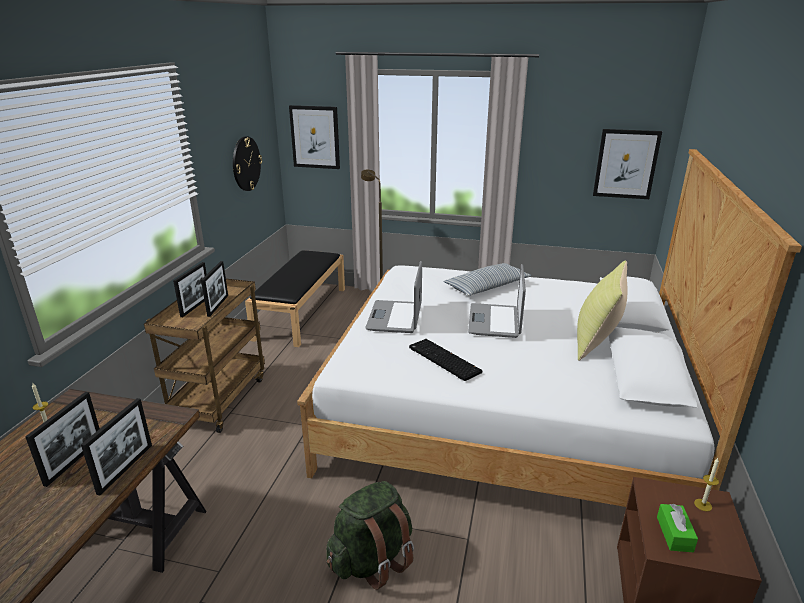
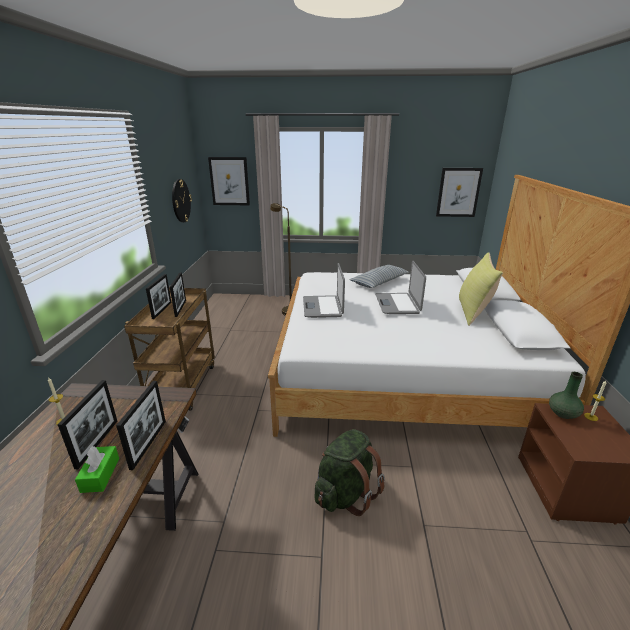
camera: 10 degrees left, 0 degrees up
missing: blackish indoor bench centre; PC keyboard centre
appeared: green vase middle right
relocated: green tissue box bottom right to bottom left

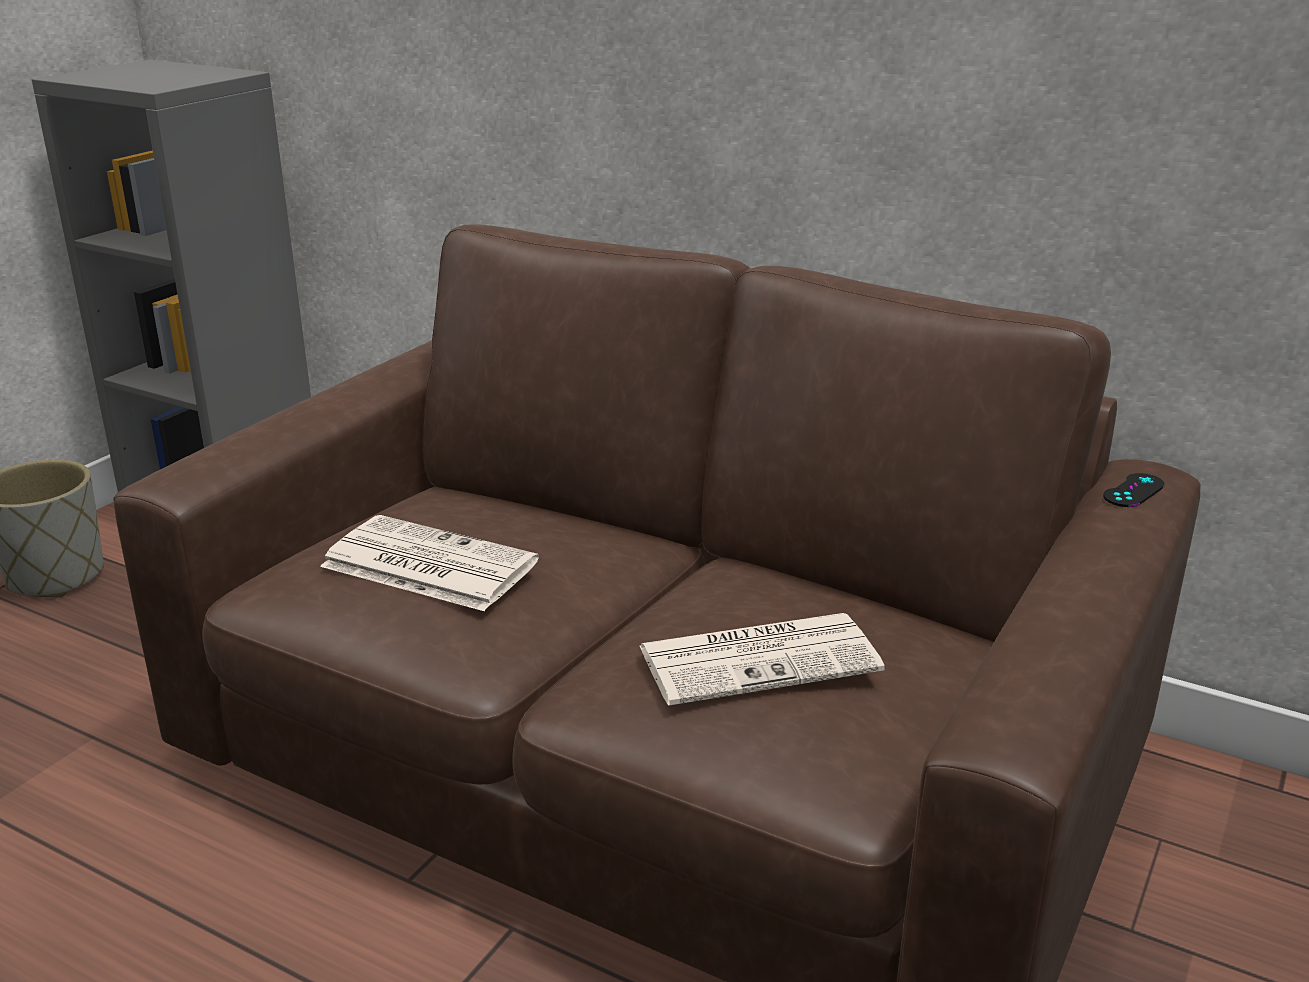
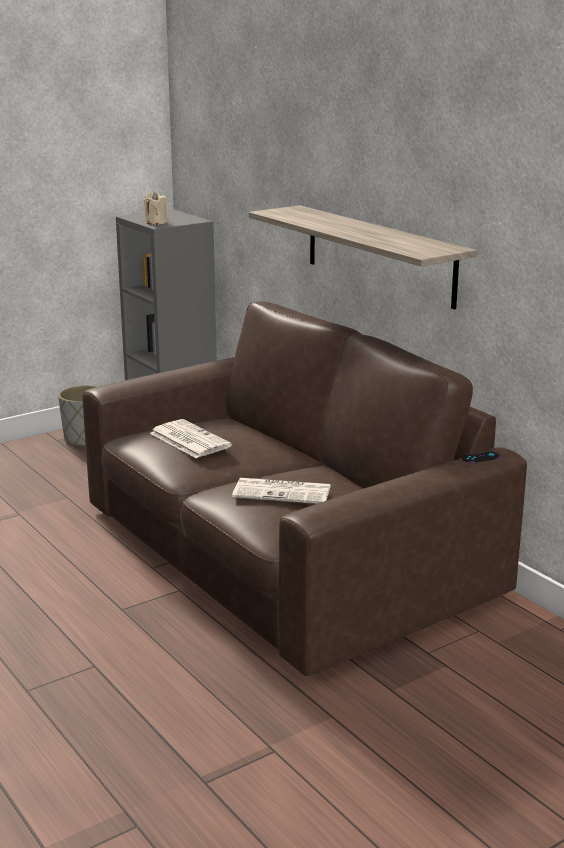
camera: 25 degrees right, 5 degrees down
appeared: beige-coloured candle top left; bracket shelf top centre

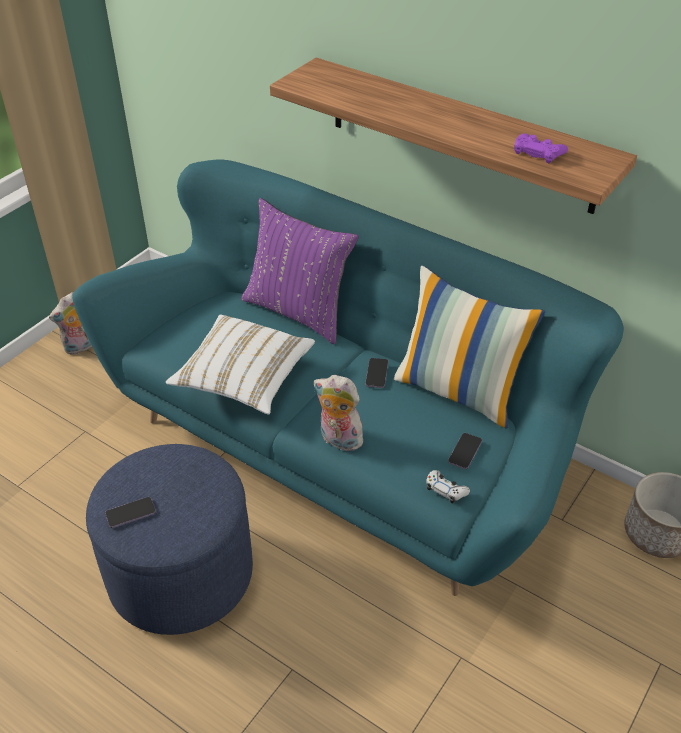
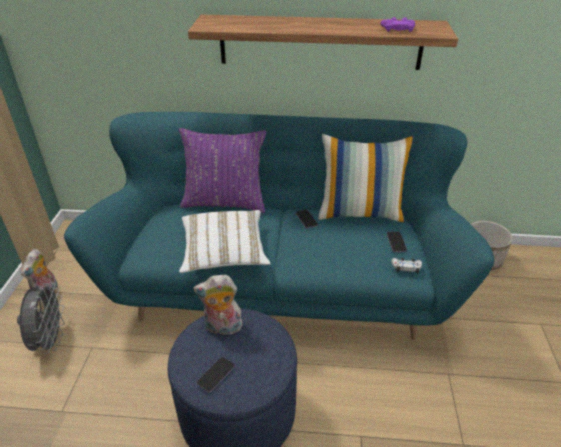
camera: 30 degrees left, 5 degrees down
appeared: grey fan bottom left
relocated: cuddly toy (no. 2 from left) centre to bottom centre

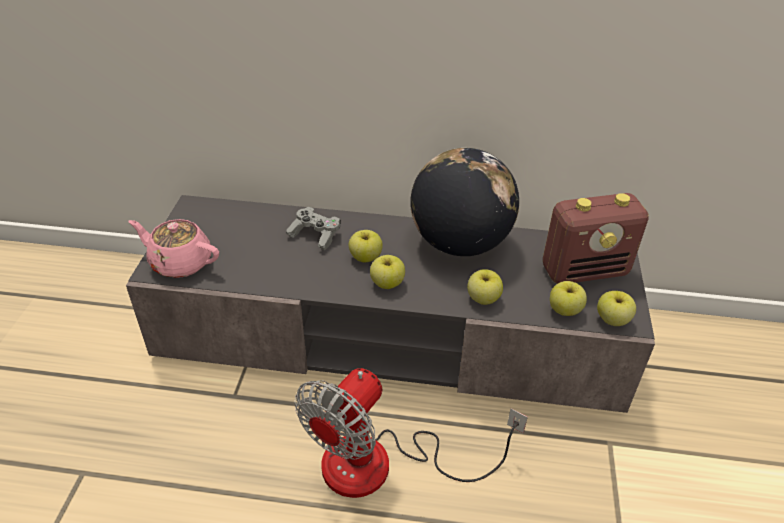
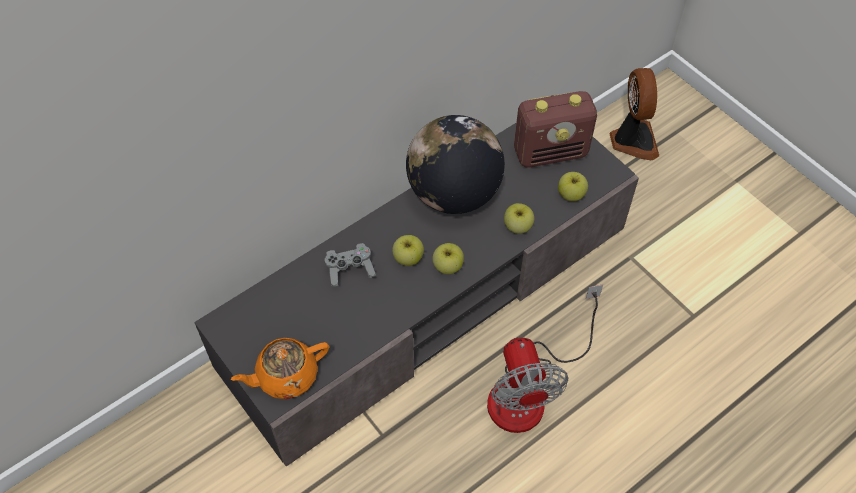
camera: 45 degrees left, 15 degrees up
missing: apple fruit (no. 5 from left) middle right
appeared: fan (no. 2 from left) top right
colour: pinkish teapot middle left to orangey teapot bottom left
spun: radio set middle right = top centre 45 degrees clockwise

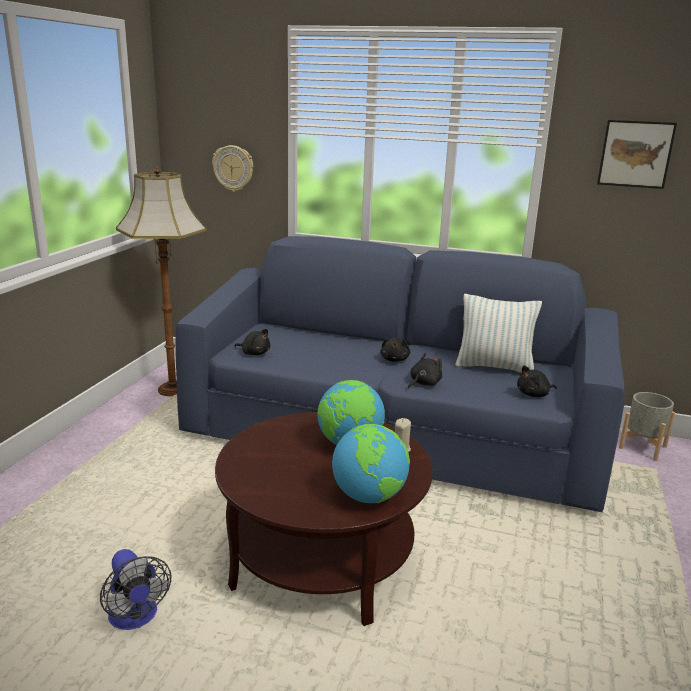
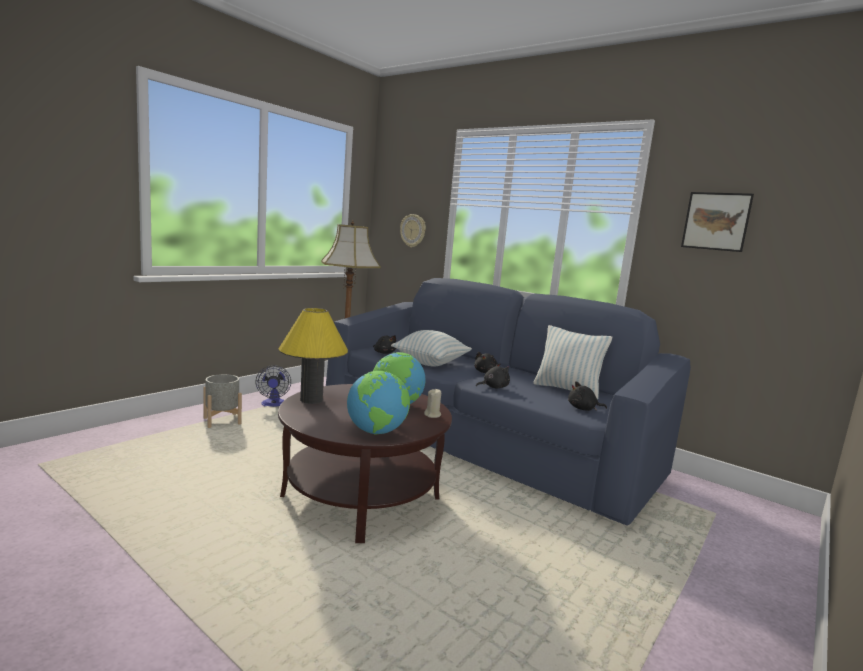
camera: 20 degrees right, 10 degrees down
appeared: yellow lamp for a table centre; throw pillow (no. 1 from left) centre
relocated: fan bottom left to middle left; grey plant pot middle right to middle left

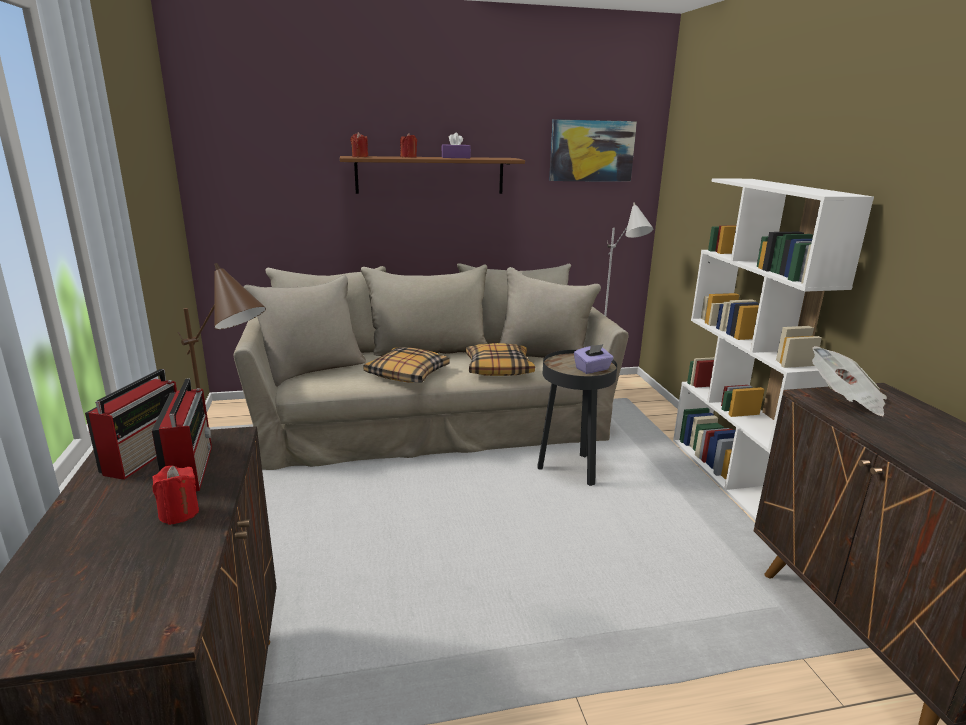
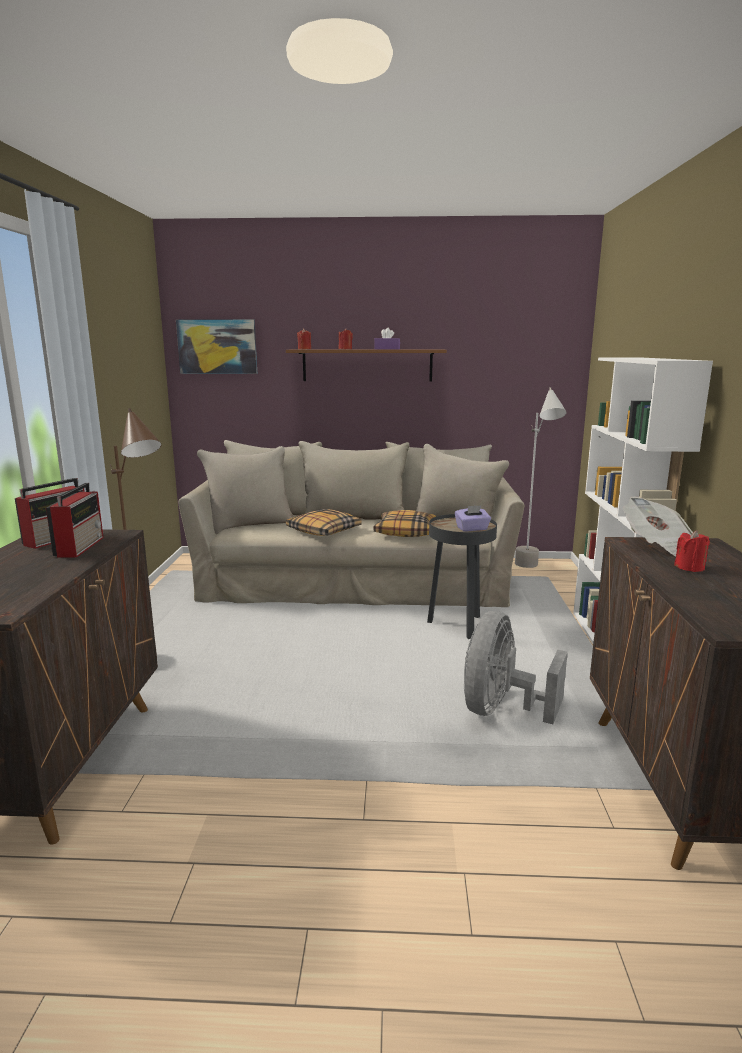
camera: 15 degrees right, 5 degrees down
appeared: grey fan middle right
relocated: red-coloured candle (no. 1 from left in the first image) bottom left to red-coloured candle (no. 3 from left) middle right; wall picture top centre to top left

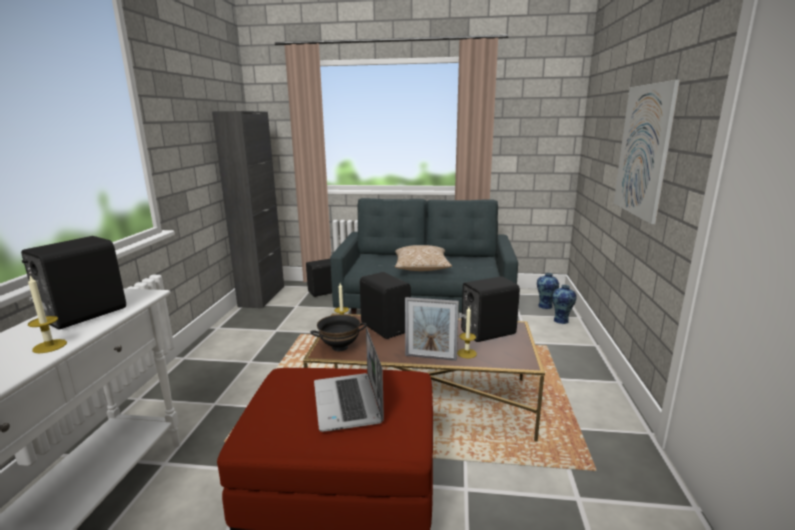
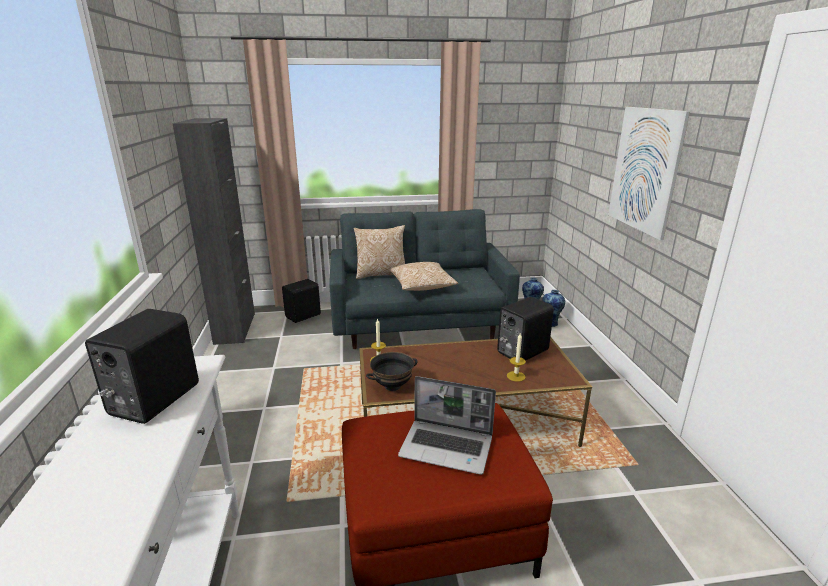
camera: 15 degrees left, 5 degrees up
missing: candle (no. 1 from left) middle left; blackish loudspeaker (no. 3 from left) centre; photo frame centre
appeared: throw pillow (no. 1 from left) centre
spun: laptop bottom centre = bottom centre 45 degrees counterclockwise

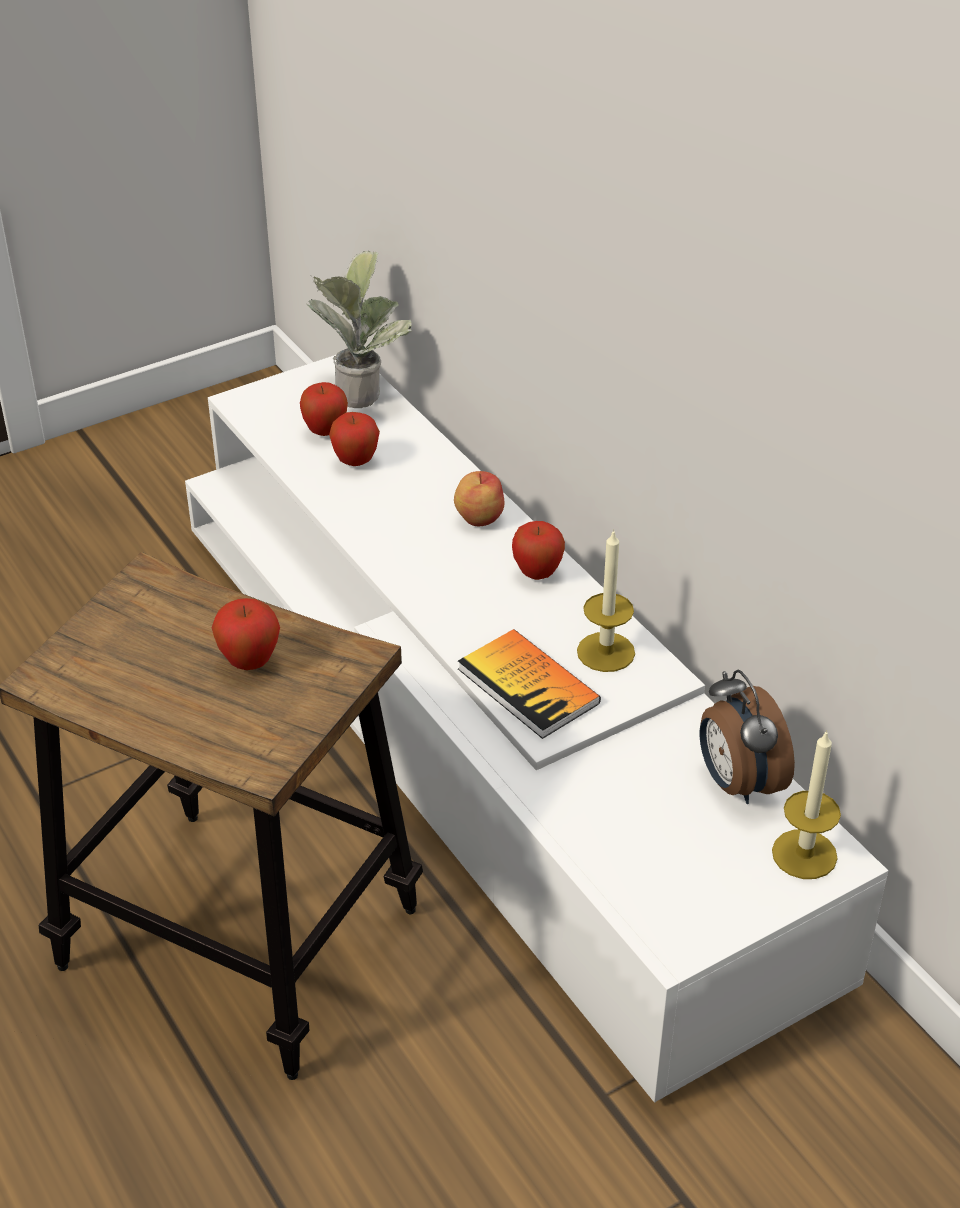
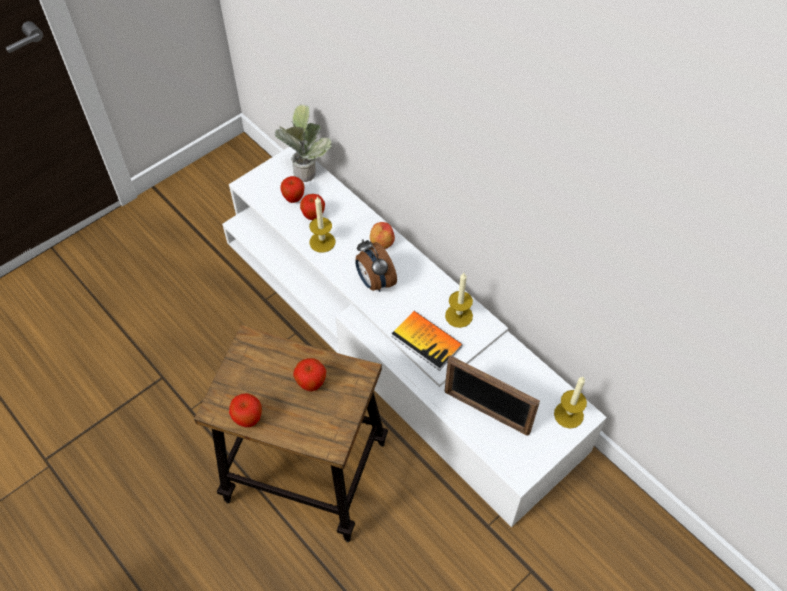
camera: 10 degrees left, 15 degrees up
appeared: candle (no. 1 from left) centre; photo frame bottom centre
relocated: apple fruit (no. 5 from left in the first image) centre to apple fruit (no. 1 from left) bottom left; alarm clock middle right to centre

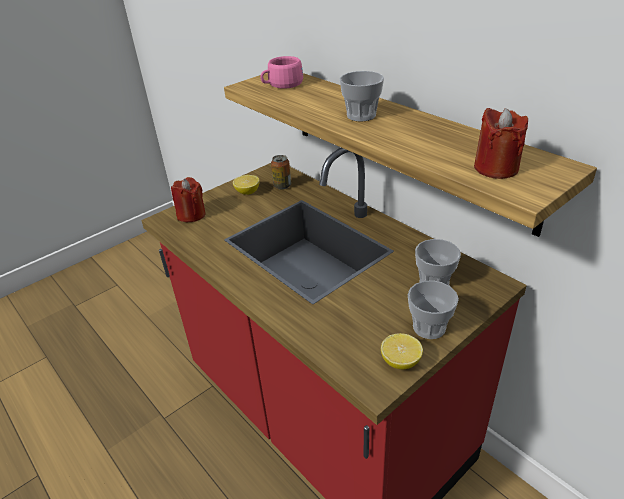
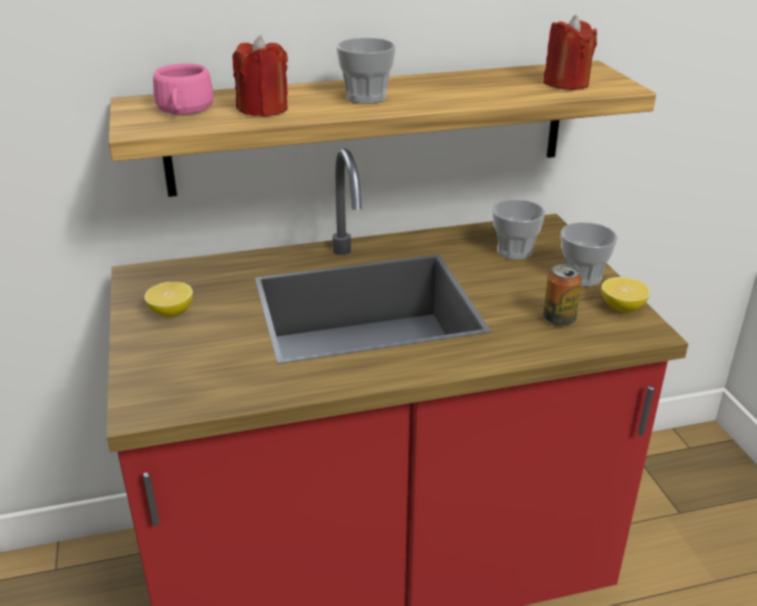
camera: 65 degrees left, 5 degrees down
relocated: red-coloured candle (no. 1 from left) middle left to top centre; metal can centre to middle right

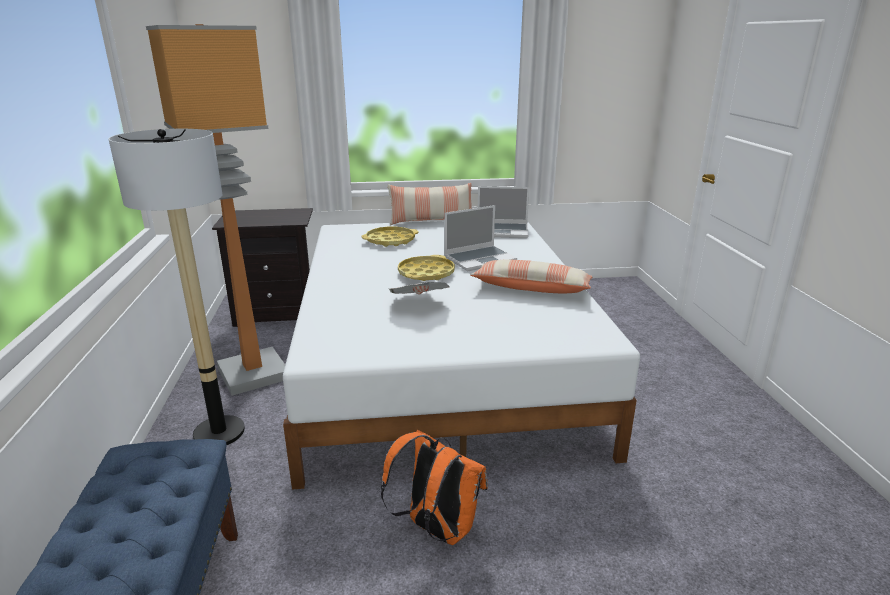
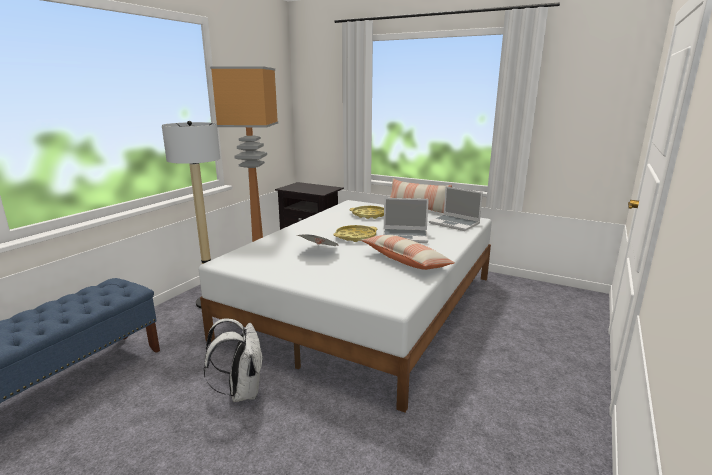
camera: 35 degrees right, 5 degrees down
colour: orangey rucksack bottom centre to white rucksack bottom left

